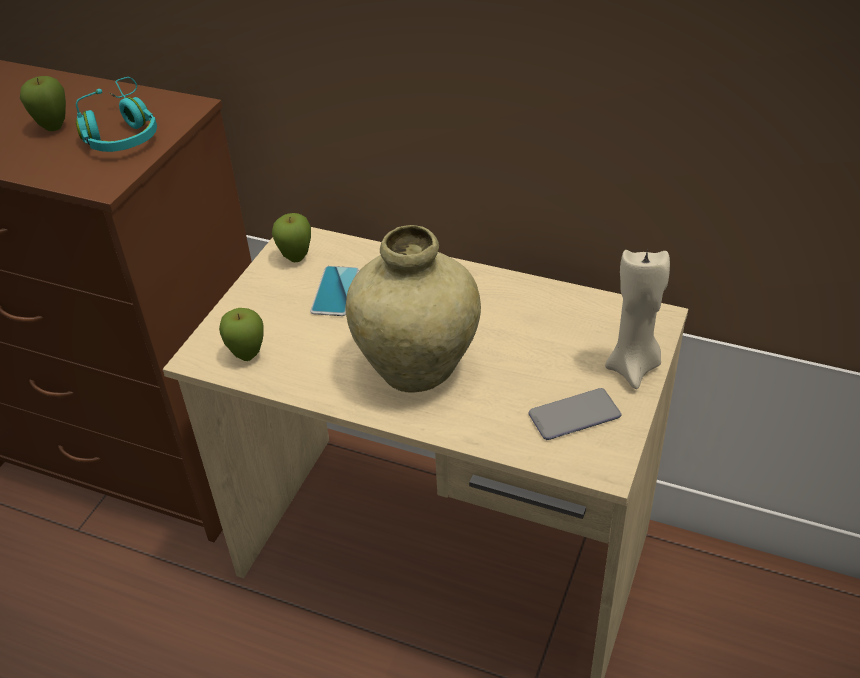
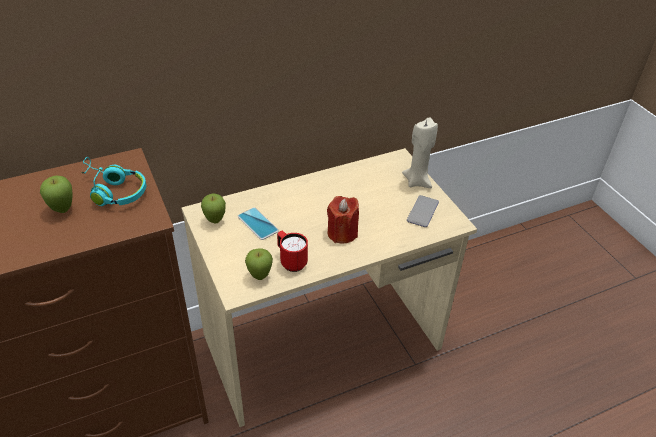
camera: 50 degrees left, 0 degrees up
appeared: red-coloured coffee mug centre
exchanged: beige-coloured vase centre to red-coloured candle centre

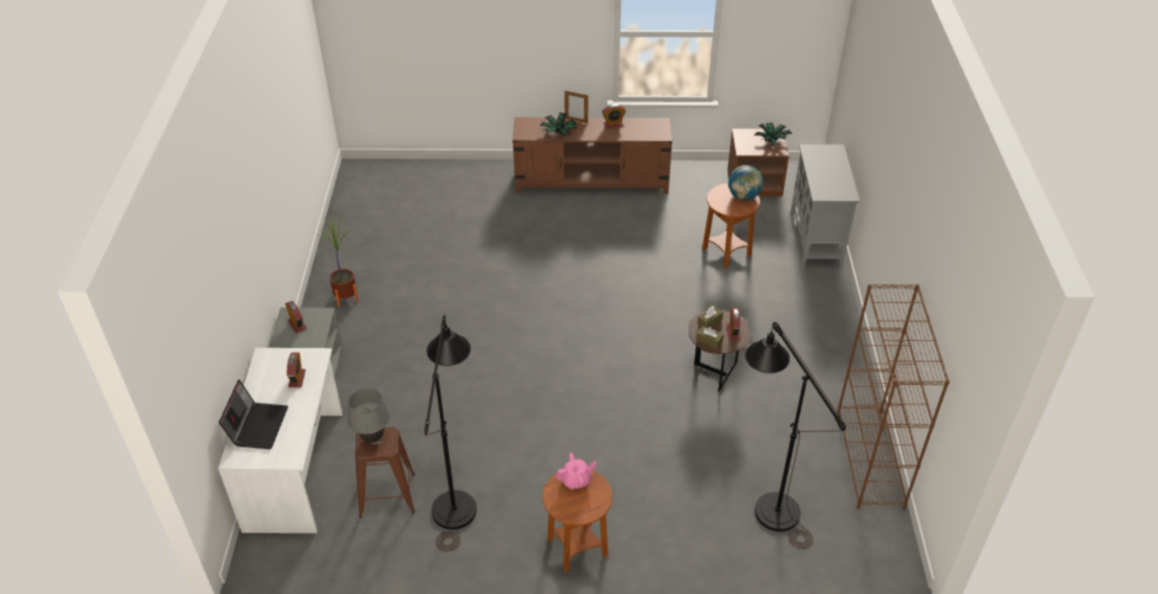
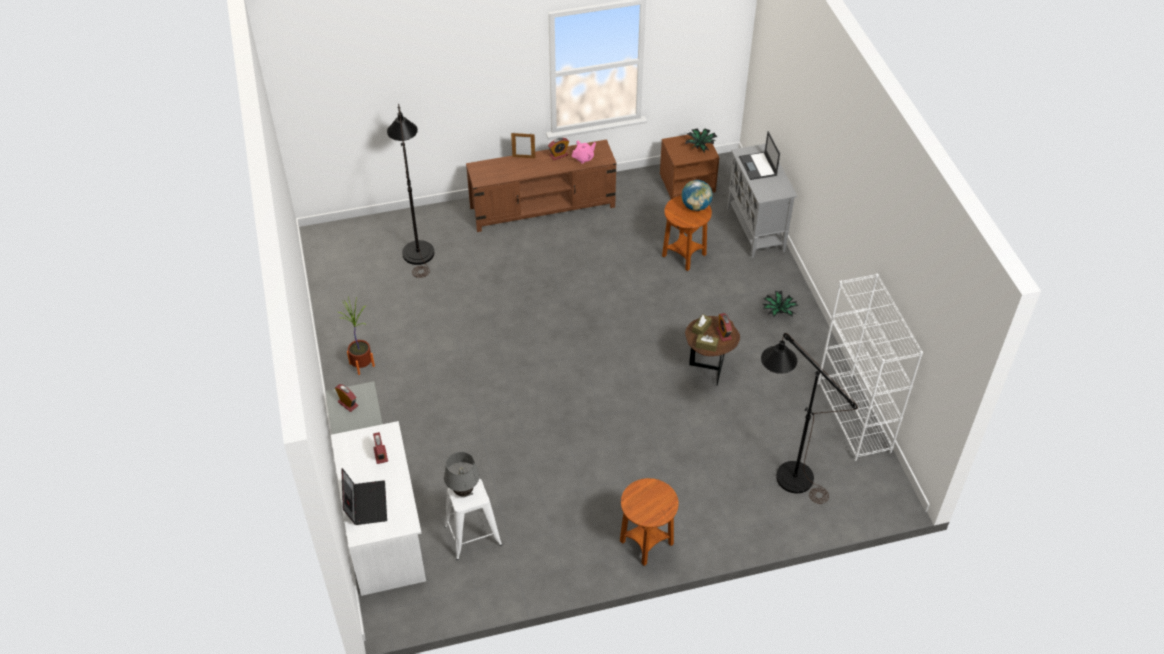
camera: 15 degrees left, 5 degrees up
appeared: laptop (no. 2 from left) top centre
relocated: blackish standing lamp (no. 1 from left) bottom centre to top centre; plant in a pot (no. 2 from left in the first image) top centre to plant in a pot (no. 3 from left) middle right; pinkish teapot bottom centre to top centre
colour: brownish stool seat bottom left to white stool seat bottom centre; brownish bookshelf bottom right to white bookshelf middle right

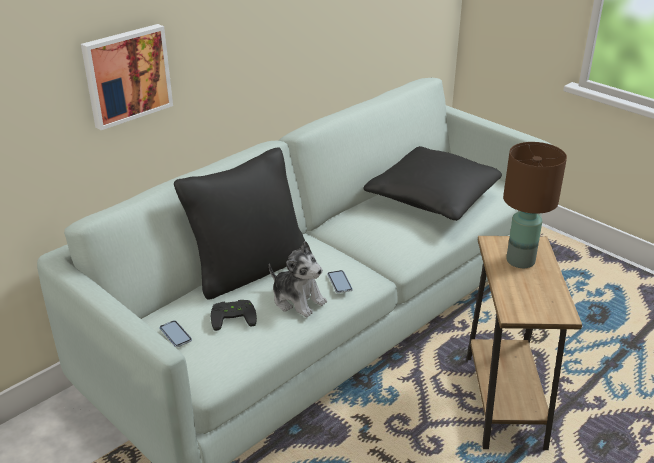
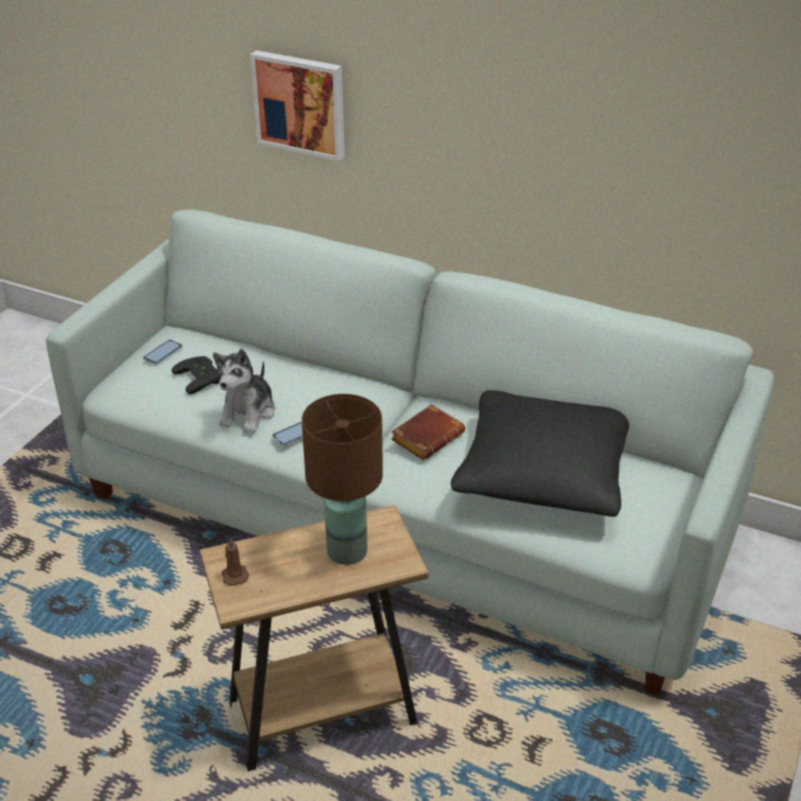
camera: 70 degrees right, 5 degrees up
missing: blackish throw pillow (no. 1 from left) centre
appeared: brownish candle bottom left; brownish bound book centre

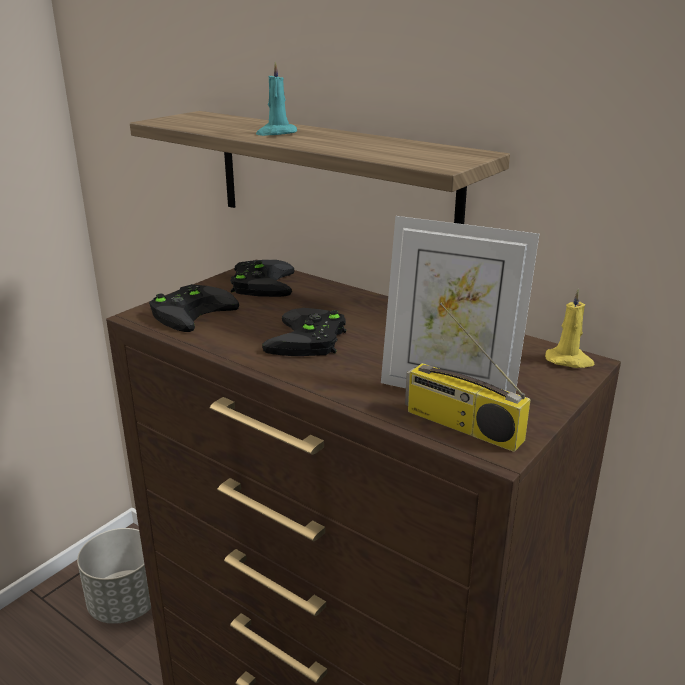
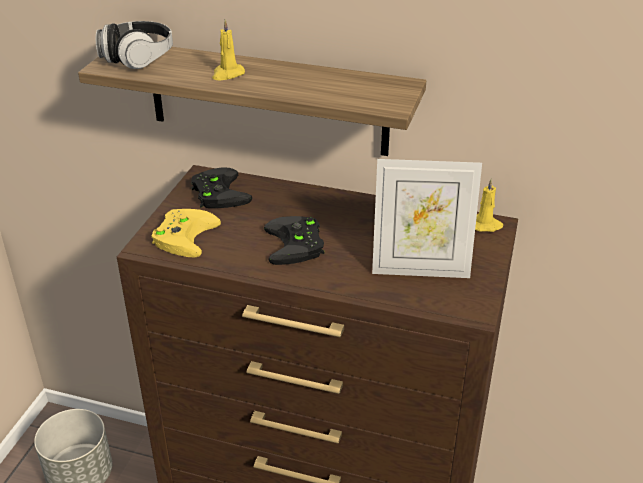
camera: 20 degrees left, 10 degrees up
missing: radio set middle right
appeared: headset top left
colour: blackish joypad (no. 1 from left) middle left to yellow joypad middle left; blue-green candle top centre to yellow candle (no. 1 from left) top centre

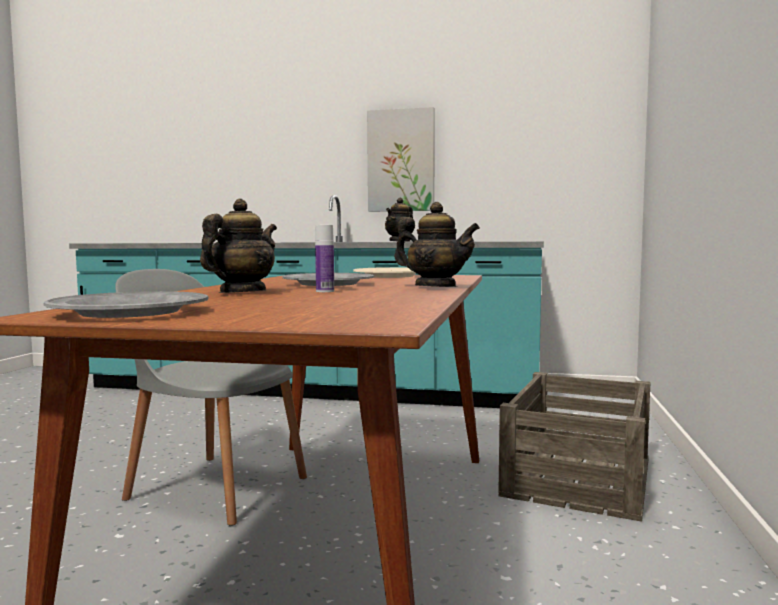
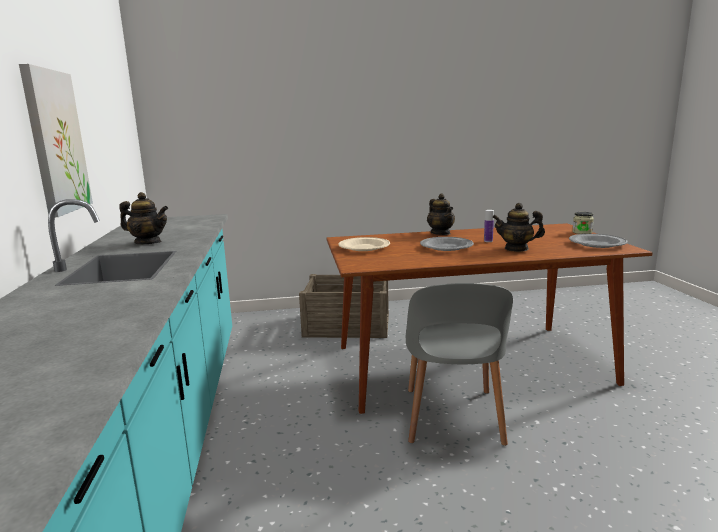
camera: 110 degrees left, 10 degrees up
appeared: jar middle right
spun: teapot (no. 3 from left in the first image) centre = centre 150 degrees clockwise

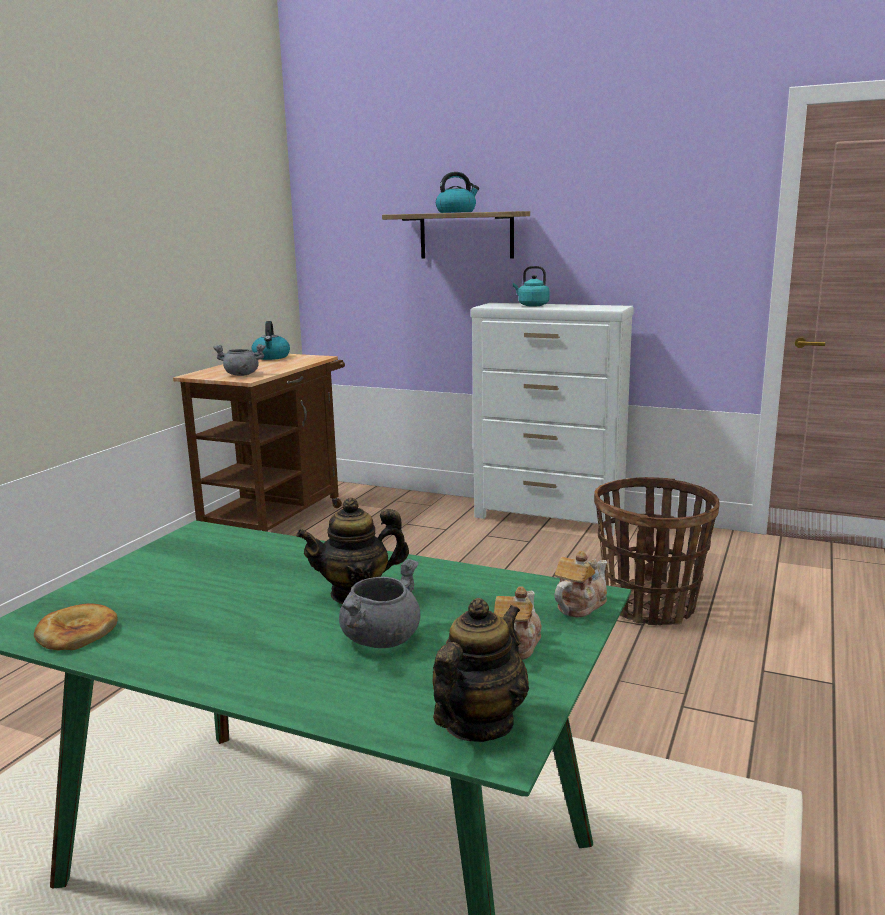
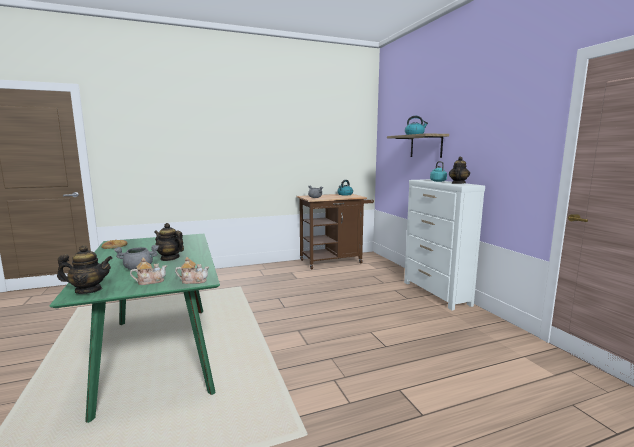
camera: 45 degrees right, 5 degrees down
missing: basket middle right
appeared: teapot (no. 5 from left) middle right

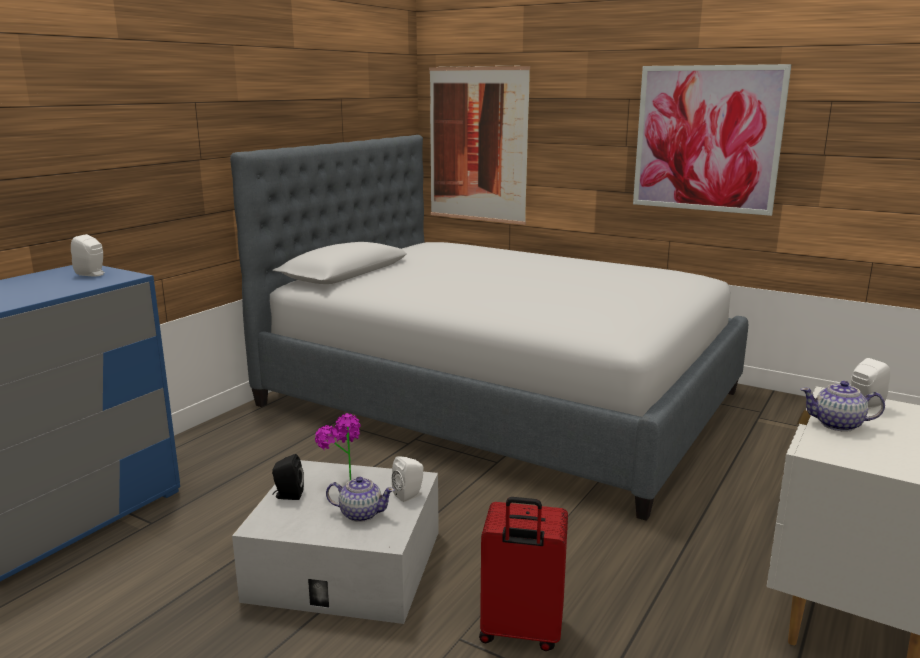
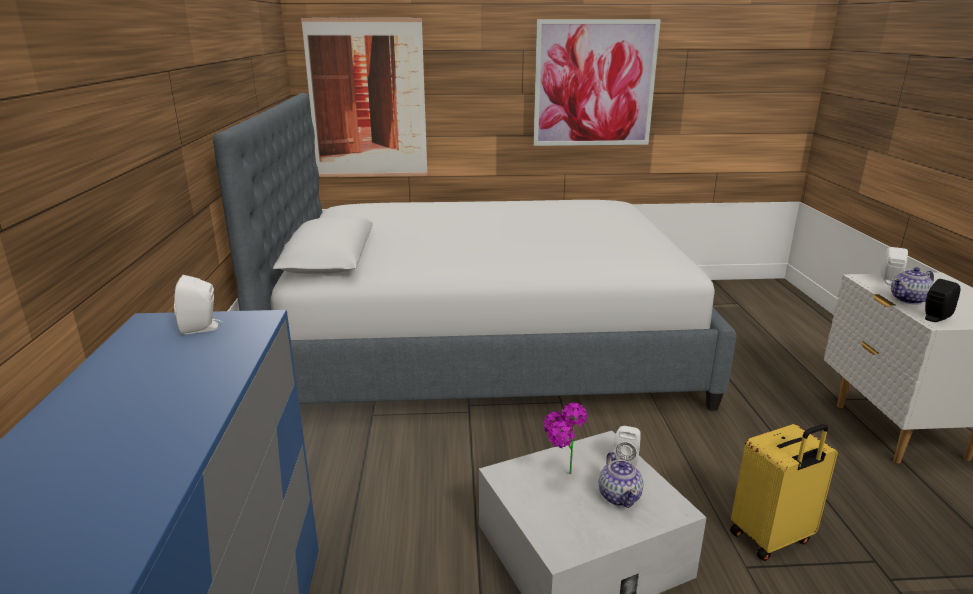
camera: 35 degrees left, 5 degrees up
relocated: blackish loudspeaker bottom left to middle right
colour: red-coloured suitcase bottom centre to yellow suitcase bottom right
spun: teapot (no. 1 from left) bottom centre = bottom centre 105 degrees clockwise

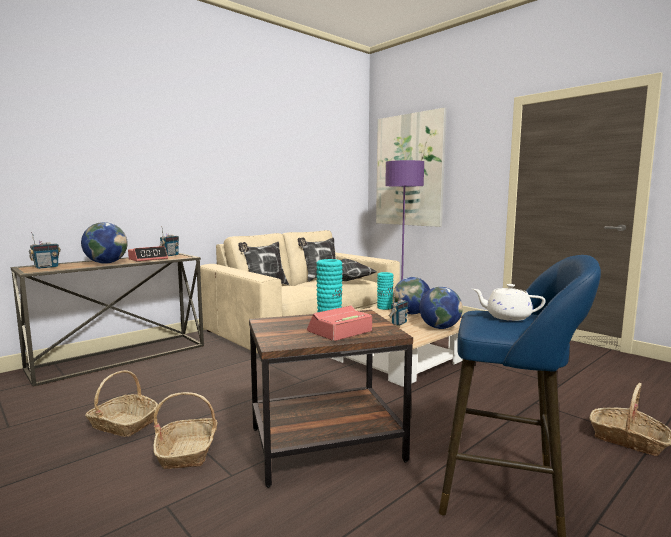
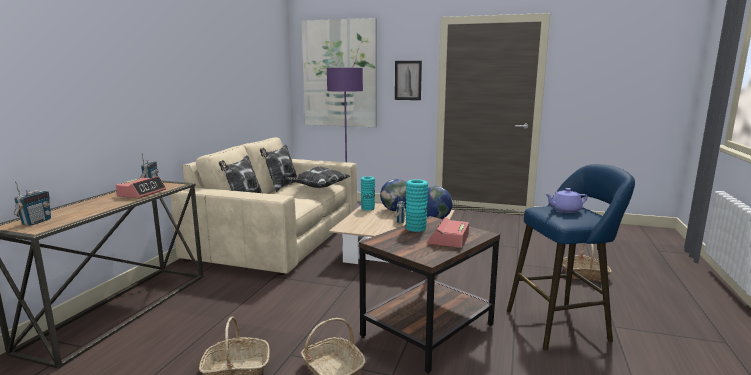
camera: 30 degrees left, 5 degrees up
missing: globe (no. 1 from left) middle left
appeared: wall picture (no. 2 from left) top centre
colour: white teapot middle right to purplish teapot middle right

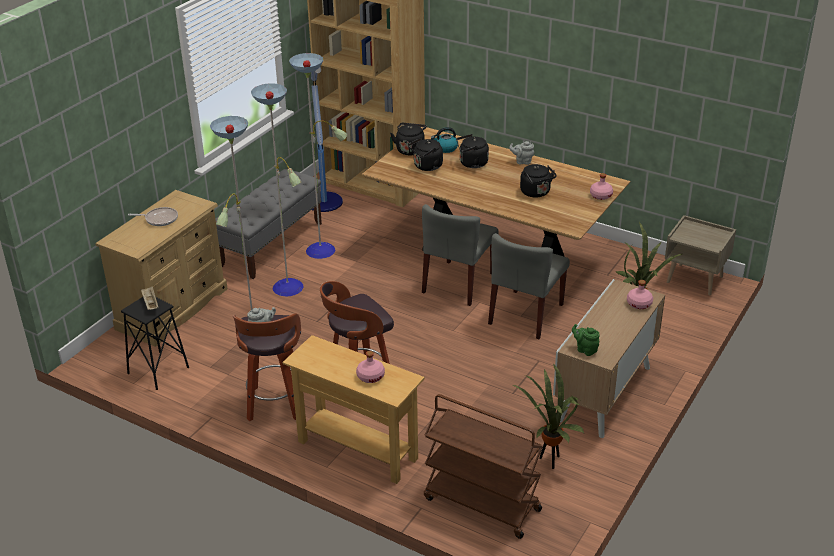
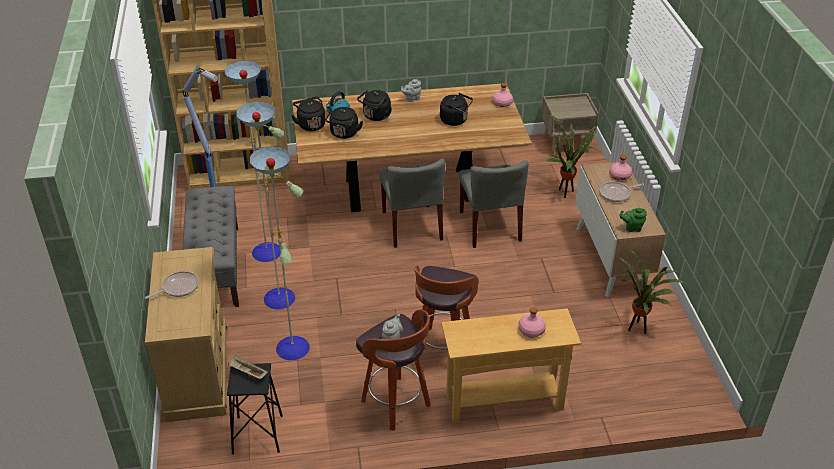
camera: 40 degrees left, 5 degrees up
missing: brownish wheeled cart bottom centre
appeared: pan (no. 2 from left) middle right

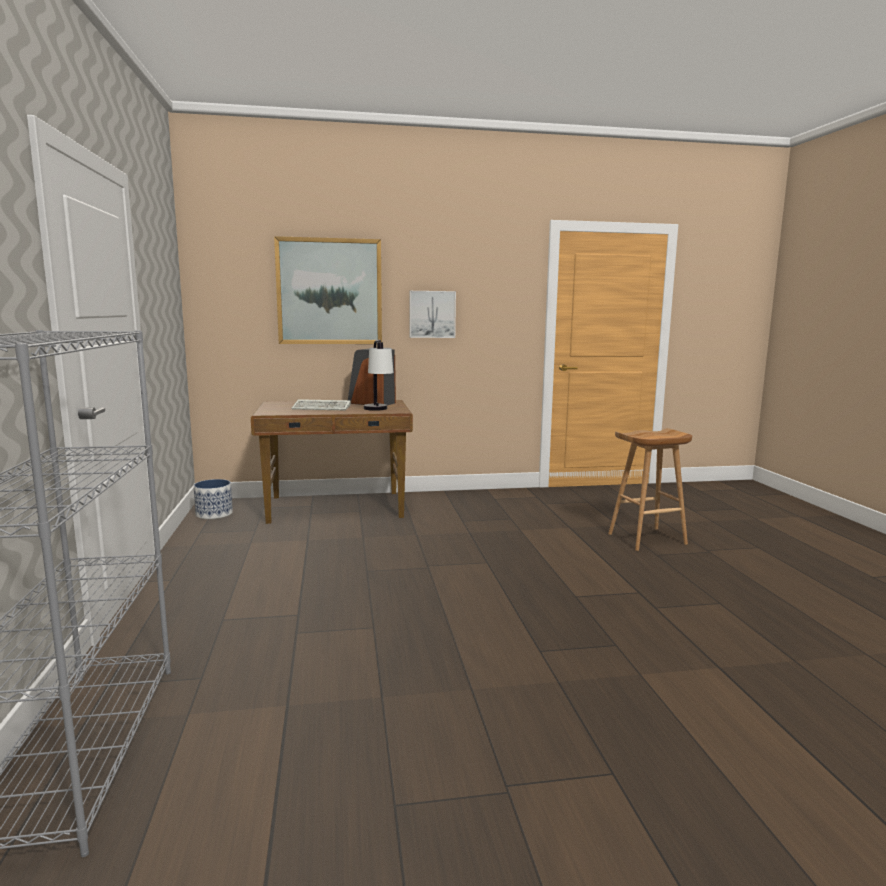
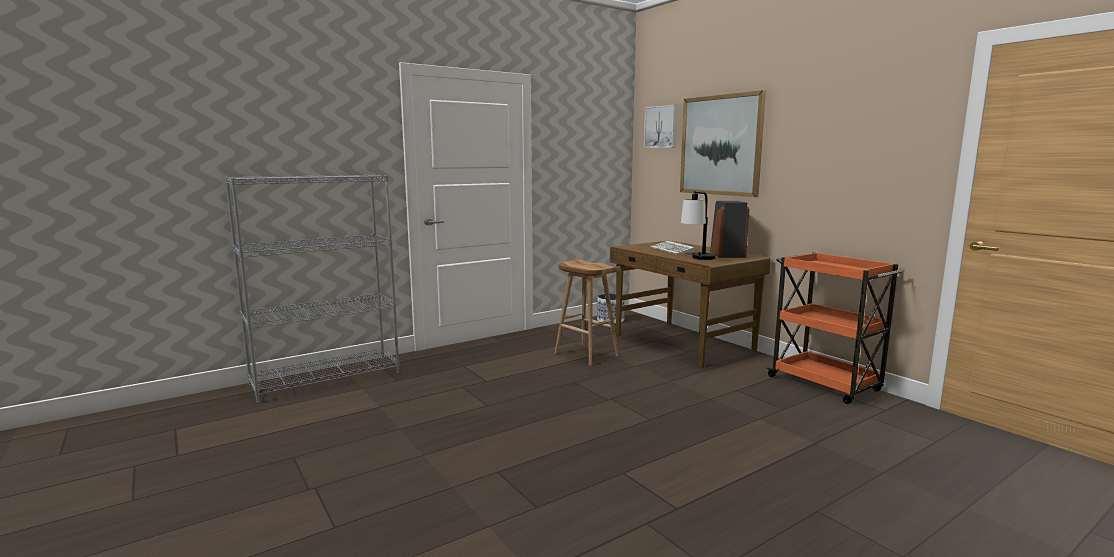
camera: 65 degrees right, 0 degrees up
appeared: orangey wheeled cart middle right
relocated: wall picture (no. 2 from left in the first image) centre to wall picture (no. 1 from left) top centre; brownish stool seat middle right to centre

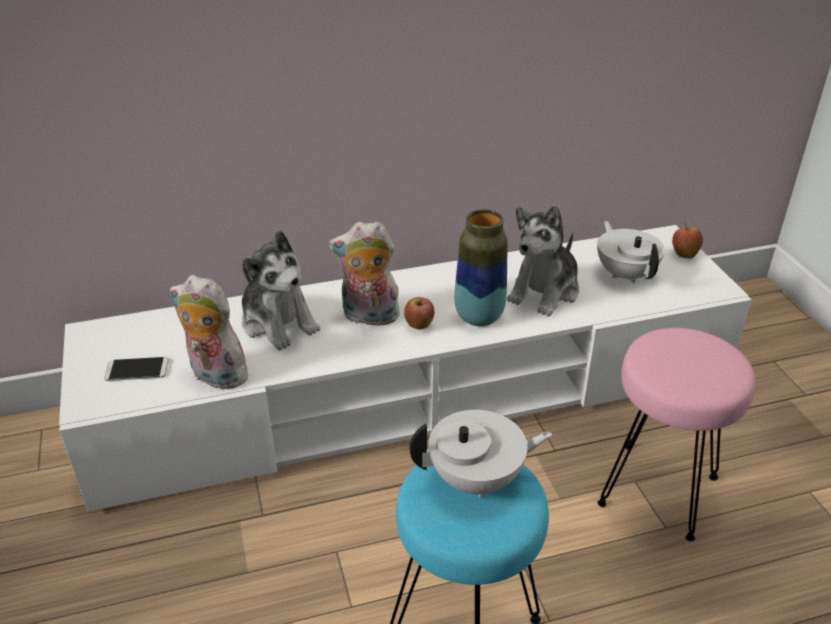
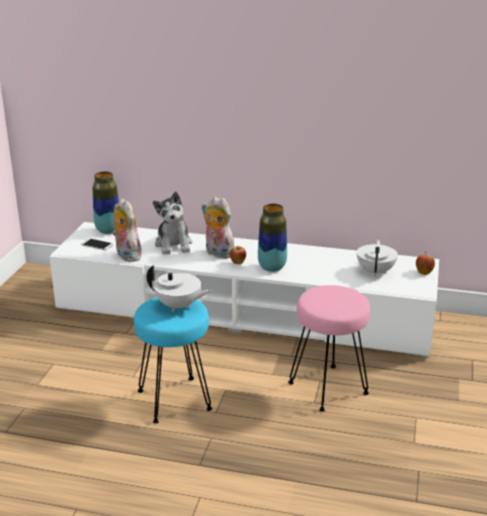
camera: 30 degrees right, 10 degrees down
missing: cuddly toy (no. 4 from left) centre
appeared: vase (no. 1 from left) middle left

